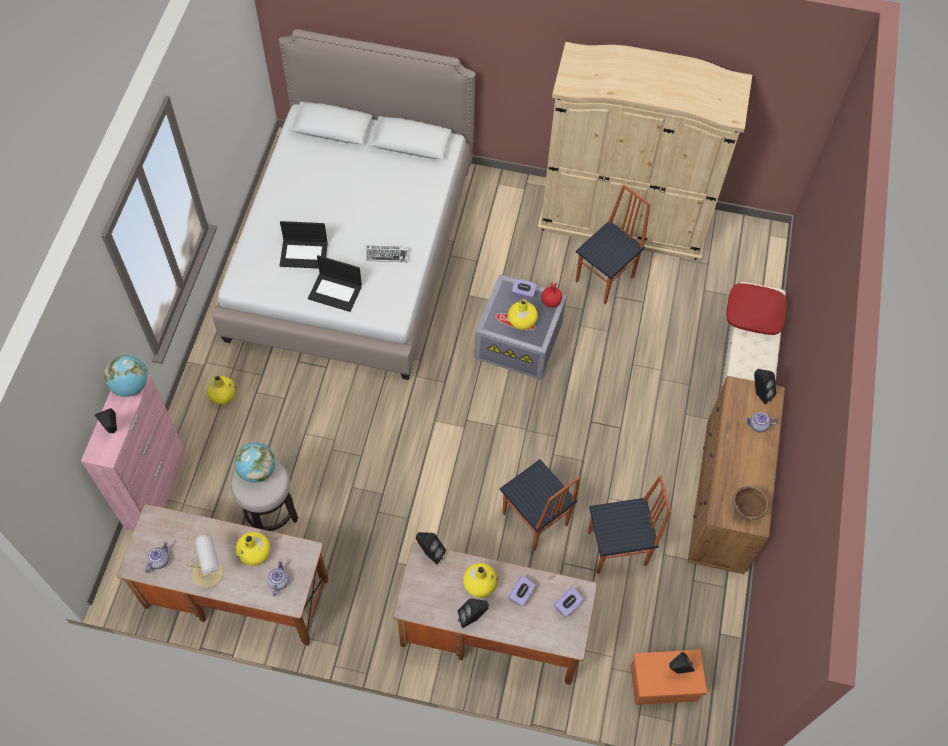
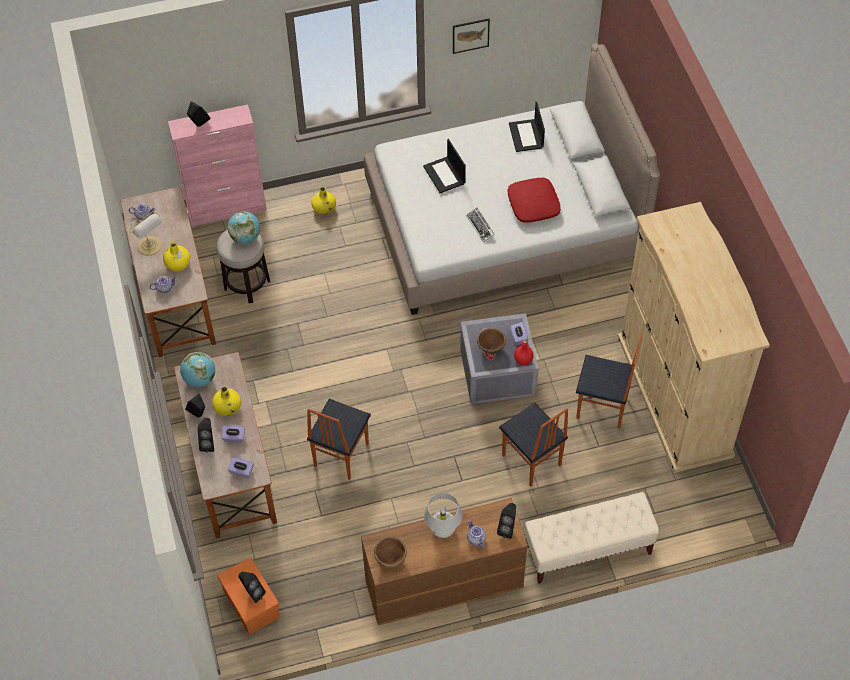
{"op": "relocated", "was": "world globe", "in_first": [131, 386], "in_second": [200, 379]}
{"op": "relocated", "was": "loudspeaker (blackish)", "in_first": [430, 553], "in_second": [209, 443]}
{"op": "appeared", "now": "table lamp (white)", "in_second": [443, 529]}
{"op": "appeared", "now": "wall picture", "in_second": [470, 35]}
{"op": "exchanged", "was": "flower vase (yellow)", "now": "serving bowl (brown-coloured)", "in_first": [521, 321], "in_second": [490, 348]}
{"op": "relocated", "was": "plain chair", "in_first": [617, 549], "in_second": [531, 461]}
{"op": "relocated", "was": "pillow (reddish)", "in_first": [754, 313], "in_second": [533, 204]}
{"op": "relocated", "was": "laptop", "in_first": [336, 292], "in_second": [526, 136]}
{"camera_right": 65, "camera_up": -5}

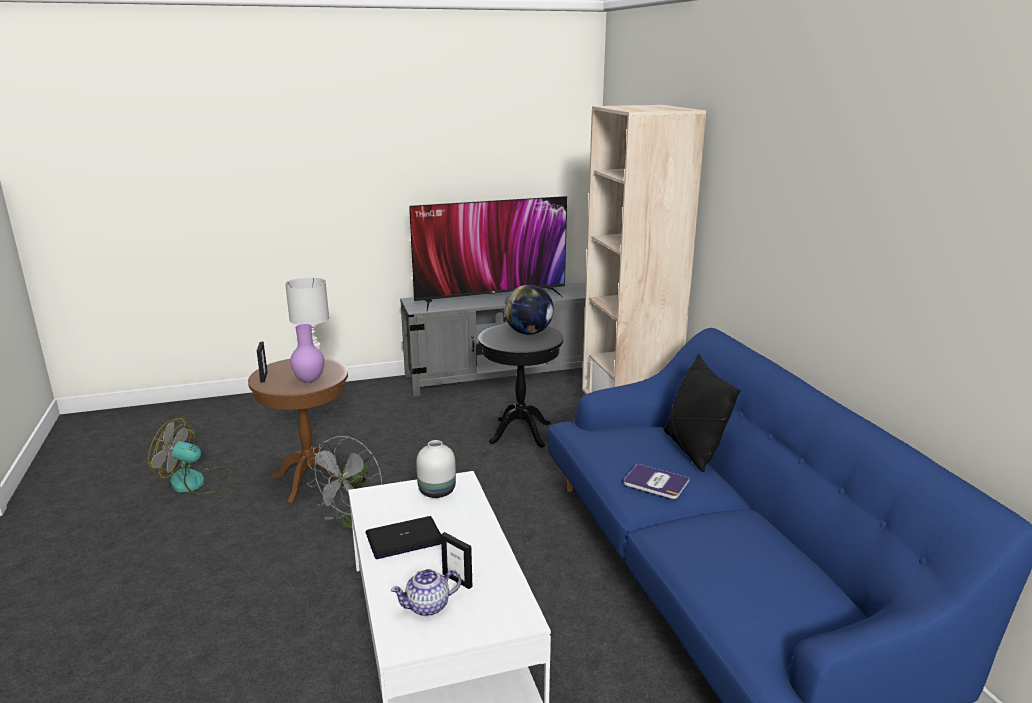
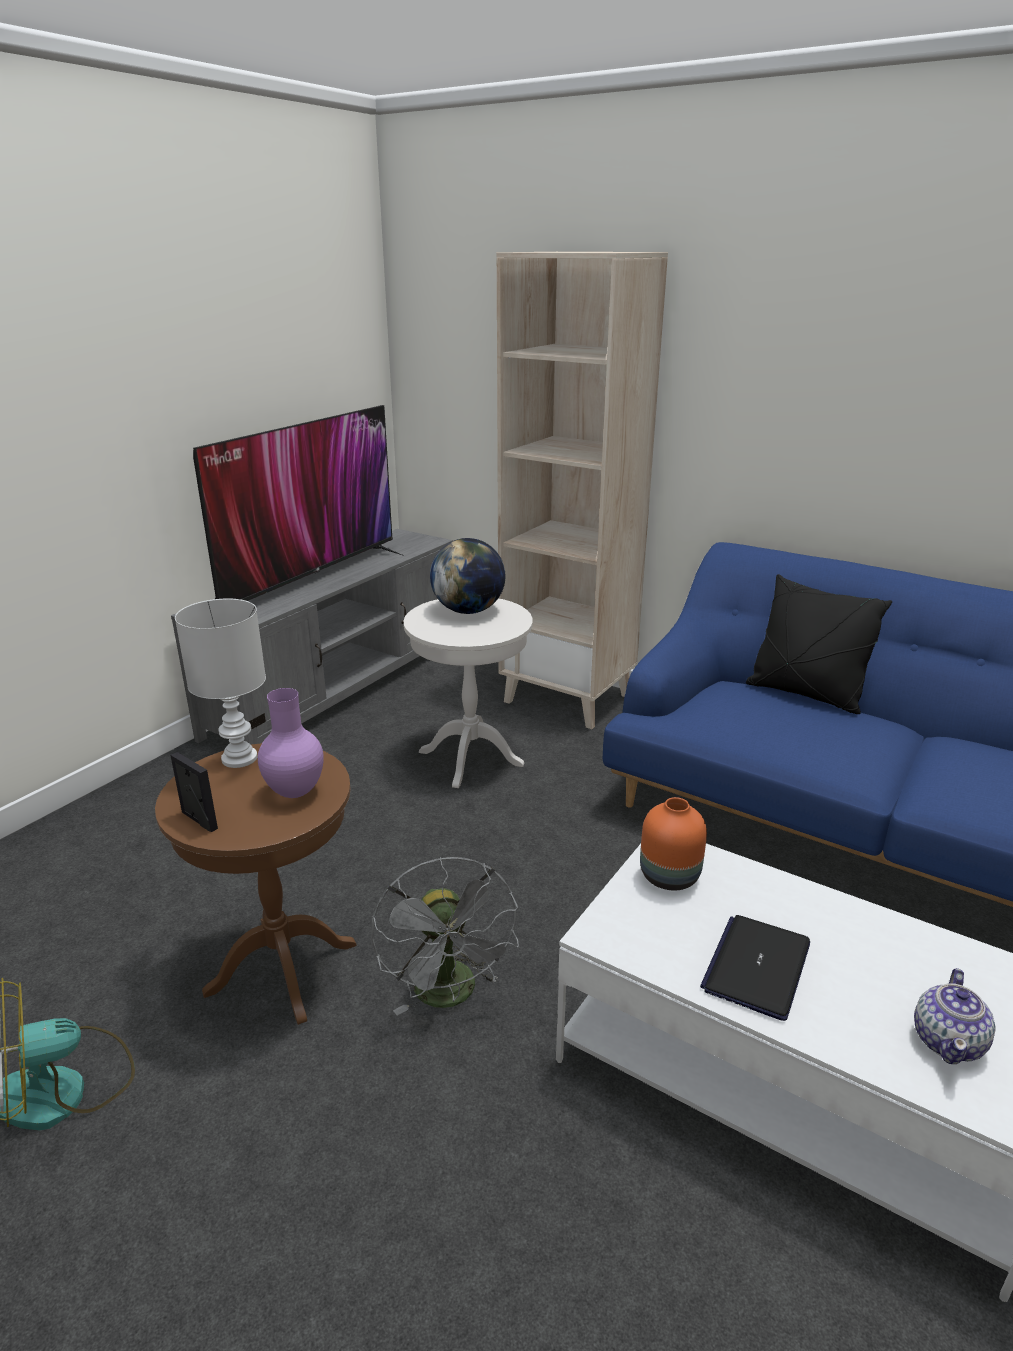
{"op": "colour", "was": "accent table (blackish)", "now": "accent table (white)", "in_first": [520, 433], "in_second": [471, 758]}
{"op": "colour", "was": "flower vase (white)", "now": "flower vase (orange)", "in_first": [438, 491], "in_second": [670, 875]}
{"op": "missing", "was": "picture frame", "in_first": [457, 580]}
{"op": "missing", "was": "book", "in_first": [655, 482]}
{"camera_right": -40, "camera_up": 5}

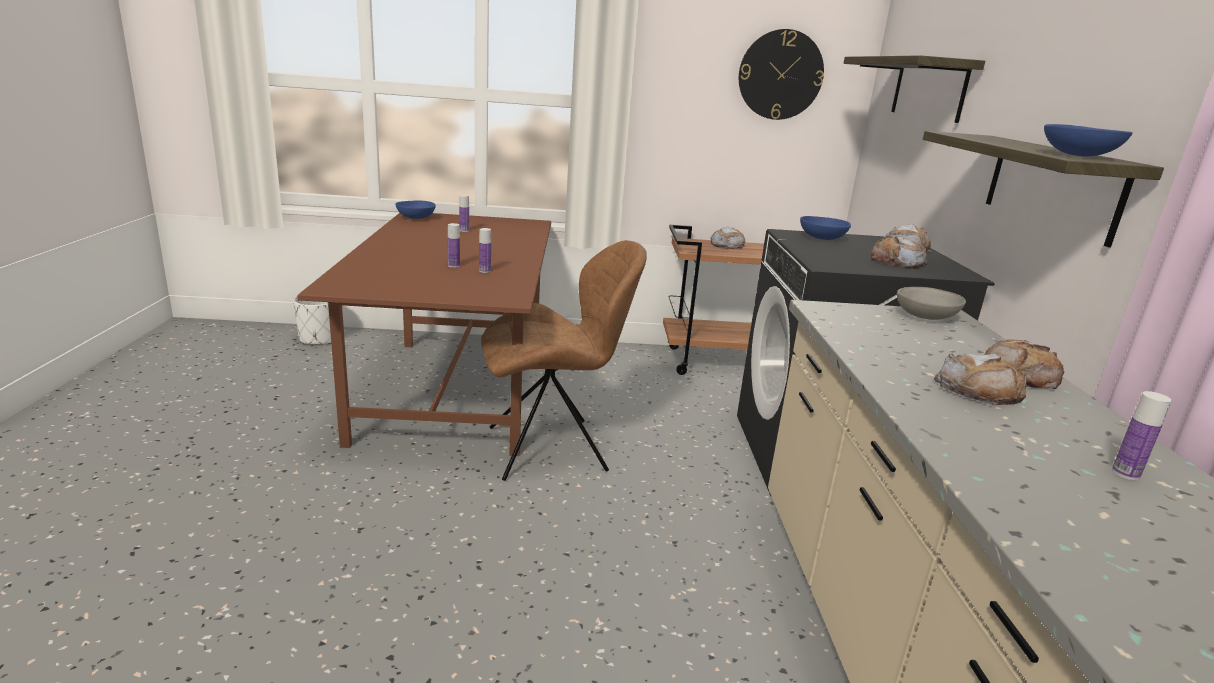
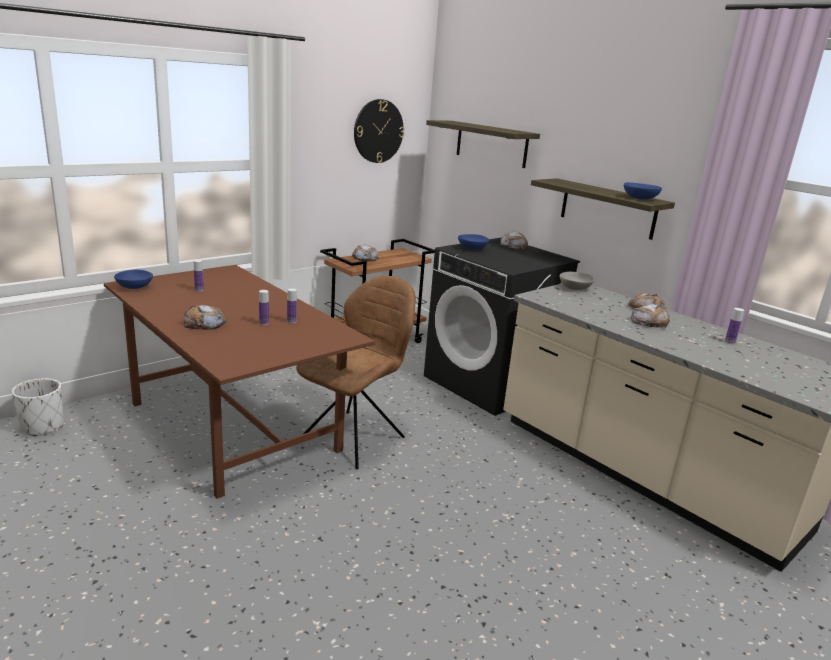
{"op": "relocated", "was": "baked bread", "in_first": [897, 262], "in_second": [204, 323]}
{"camera_right": -40, "camera_up": 0}

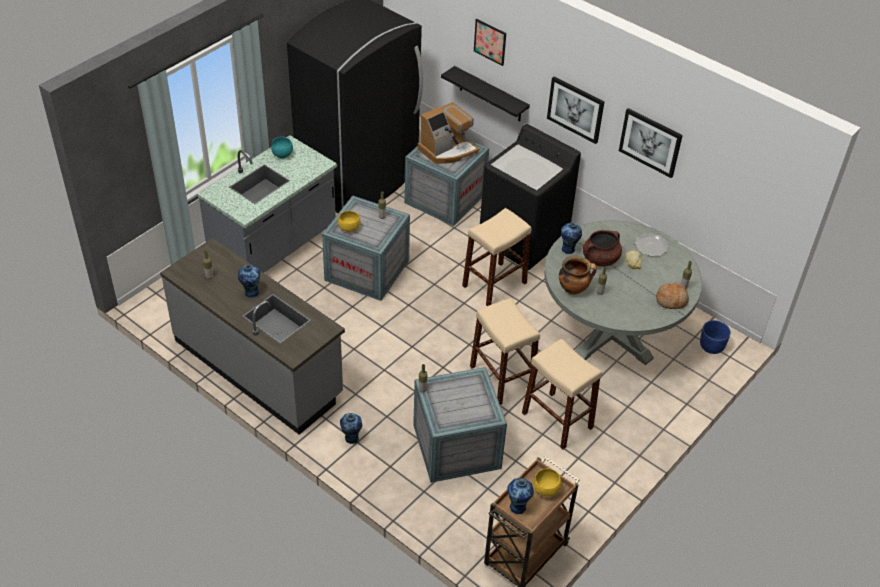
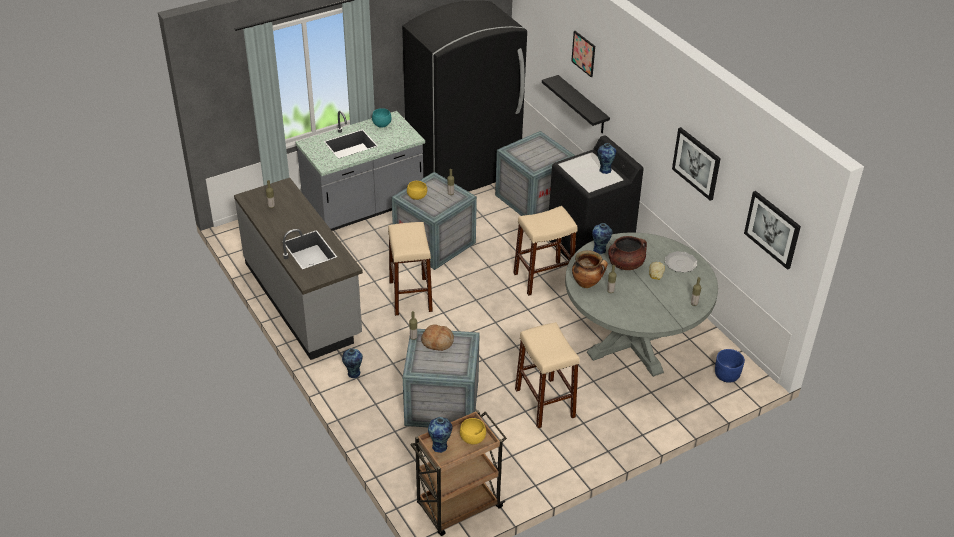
{"op": "relocated", "was": "stool seat (sand-coloured)", "in_first": [501, 378], "in_second": [410, 296]}
{"op": "relocated", "was": "baked bread", "in_first": [671, 300], "in_second": [437, 342]}
{"op": "relocated", "was": "flower vase", "in_first": [251, 292], "in_second": [604, 170]}
{"op": "relocated", "was": "wall picture", "in_first": [575, 109], "in_second": [772, 229]}
{"op": "missing", "was": "coffee maker", "in_first": [447, 150]}
{"camera_right": 20, "camera_up": -5}

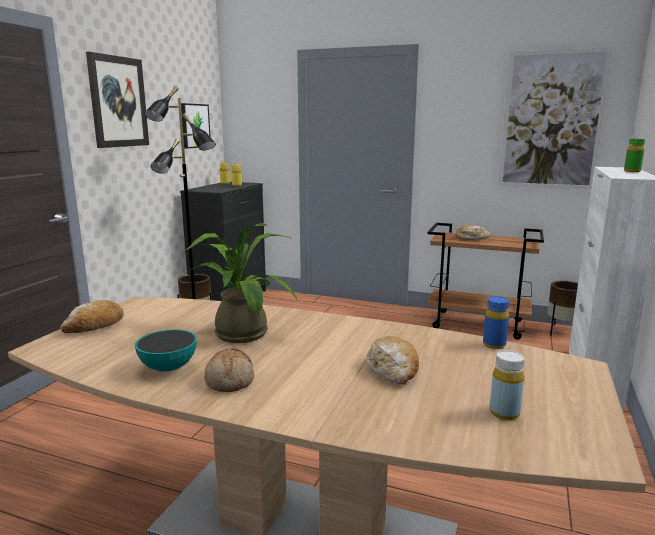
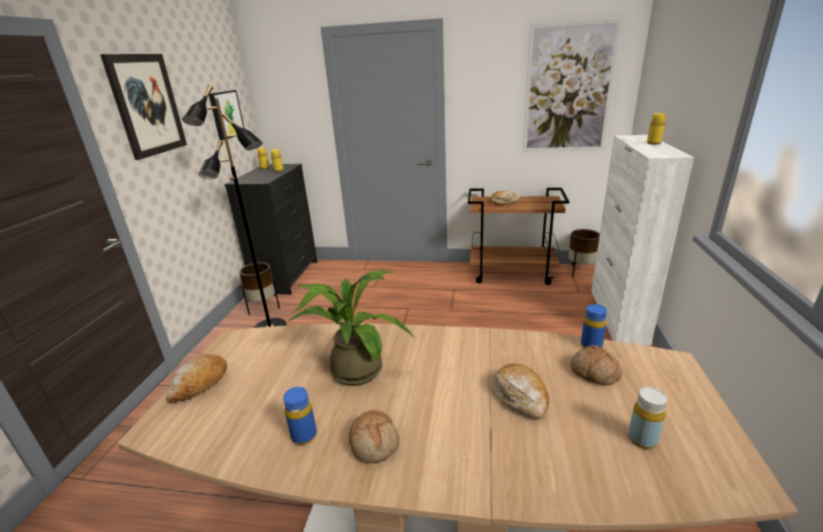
{"op": "exchanged", "was": "serving bowl", "now": "beverage bottle (blue)", "in_first": [168, 368], "in_second": [304, 436]}
{"op": "appeared", "now": "baked bread", "in_second": [594, 373]}
{"op": "colour", "was": "beverage bottle (green-coloured)", "now": "beverage bottle (yellow)", "in_first": [632, 171], "in_second": [653, 143]}
{"camera_right": -10, "camera_up": 10}

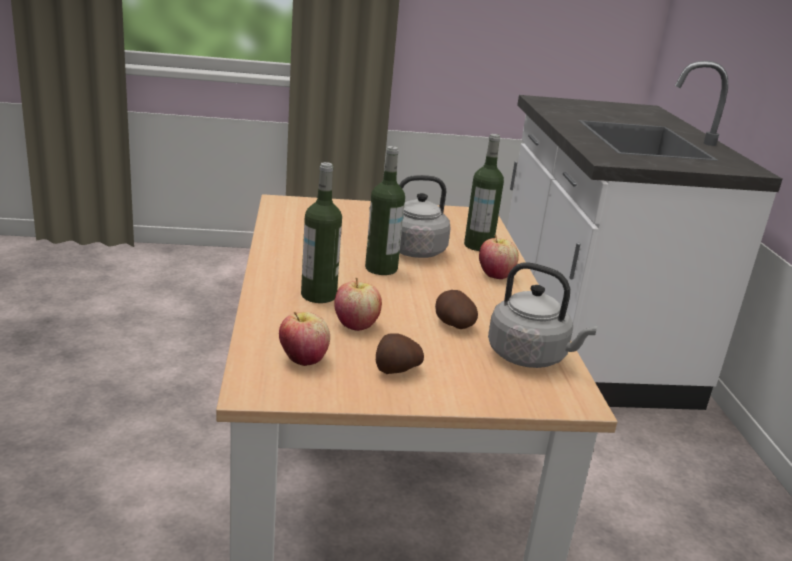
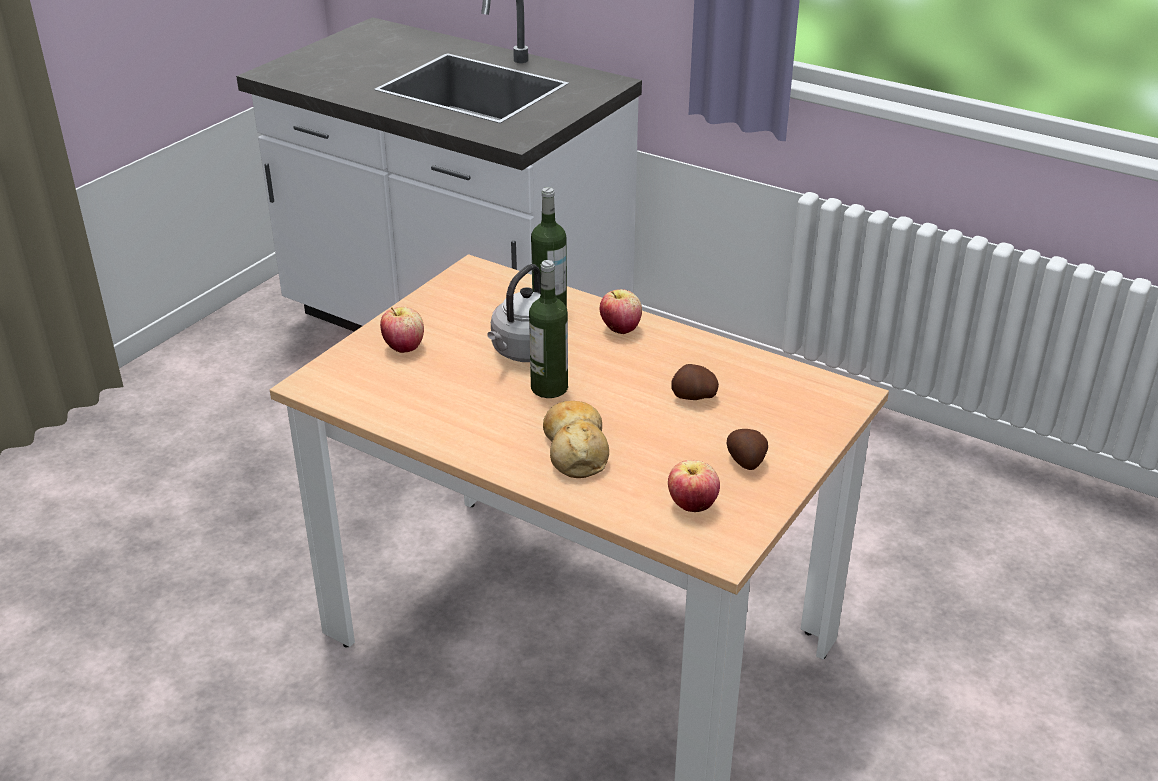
{"op": "relocated", "was": "apple", "in_first": [356, 325], "in_second": [403, 347]}
{"op": "exchanged", "was": "beverage bottle", "now": "baked bread", "in_first": [318, 295], "in_second": [575, 449]}
{"op": "missing", "was": "kettle (gray)", "in_first": [530, 357]}
{"camera_right": -50, "camera_up": 10}

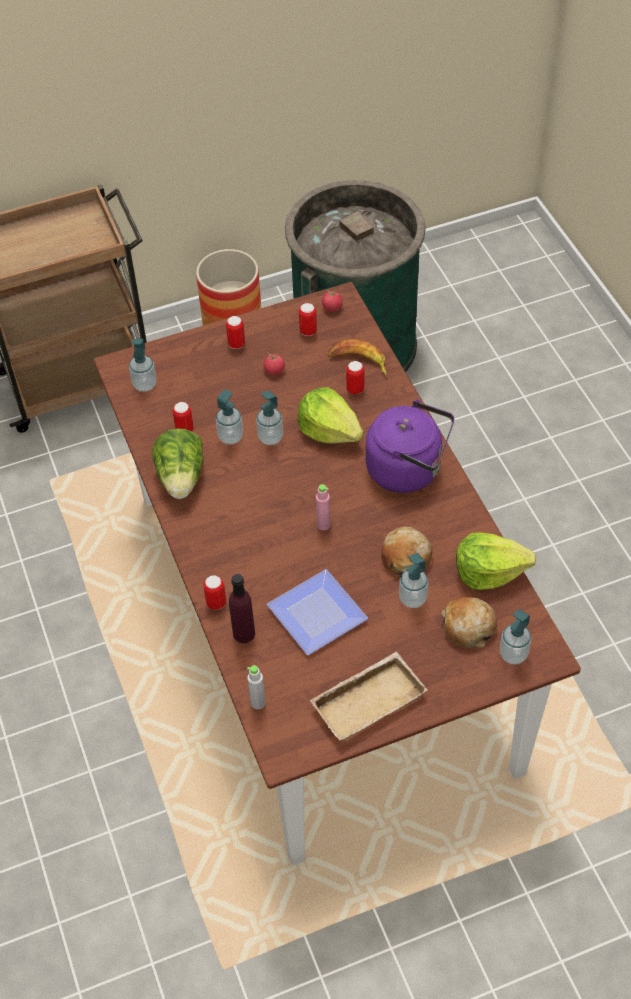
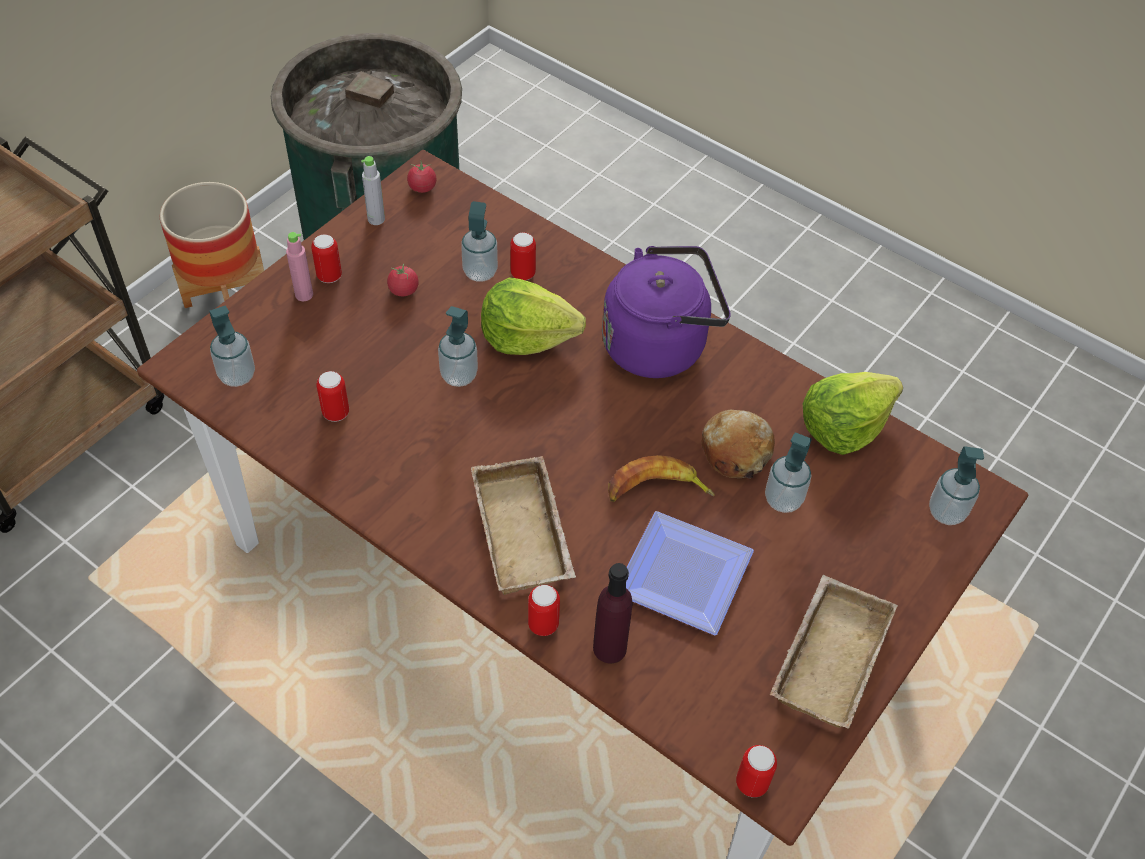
{"op": "relocated", "was": "beverage bottle (pinkish)", "in_first": [323, 525], "in_second": [304, 295]}
{"op": "relocated", "was": "beverage bottle (gray)", "in_first": [258, 703], "in_second": [376, 219]}
{"op": "relocated", "was": "soap dispenser", "in_first": [230, 437], "in_second": [480, 272]}
{"op": "appeared", "now": "serving tray (sand-coloured)", "in_second": [526, 532]}
{"op": "relocated", "was": "banana fruit", "in_first": [358, 361], "in_second": [656, 490]}
{"op": "relocated", "was": "metal can", "in_first": [308, 331], "in_second": [751, 783]}
{"op": "missing", "was": "lettuce head", "in_first": [181, 478]}
{"op": "missing", "was": "baked bread", "in_first": [468, 627]}
{"camera_right": -35, "camera_up": 0}

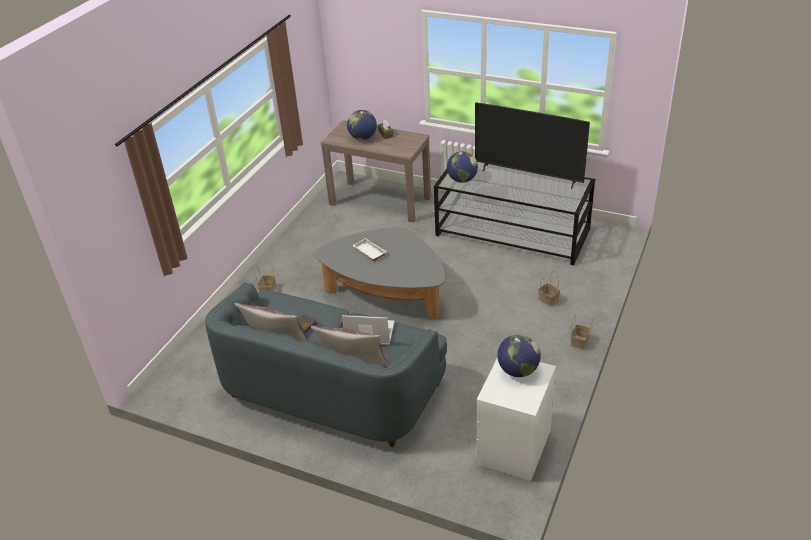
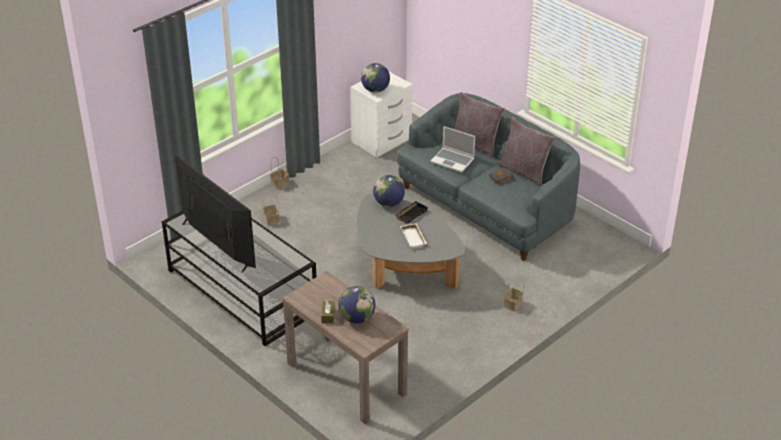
{"op": "relocated", "was": "world globe", "in_first": [462, 180], "in_second": [389, 203]}
{"op": "appeared", "now": "serving tray (blackish)", "in_second": [411, 214]}
{"camera_right": -160, "camera_up": 0}

